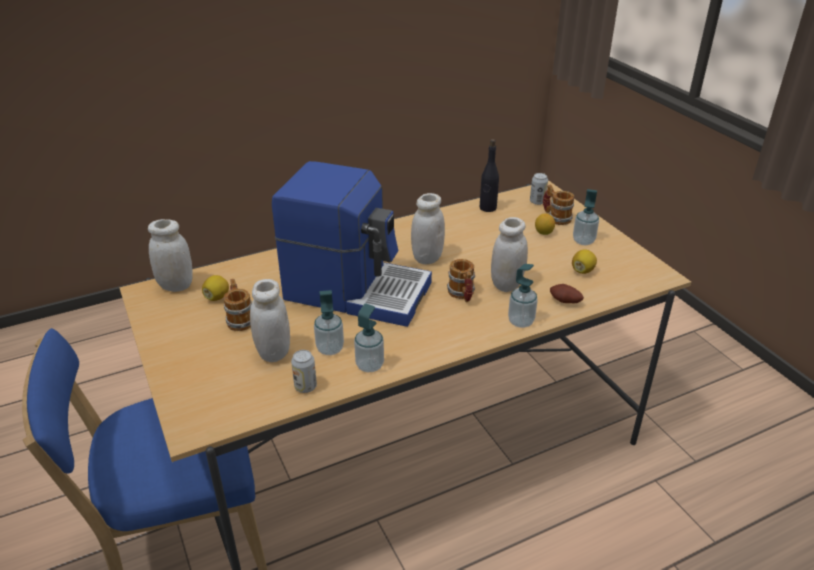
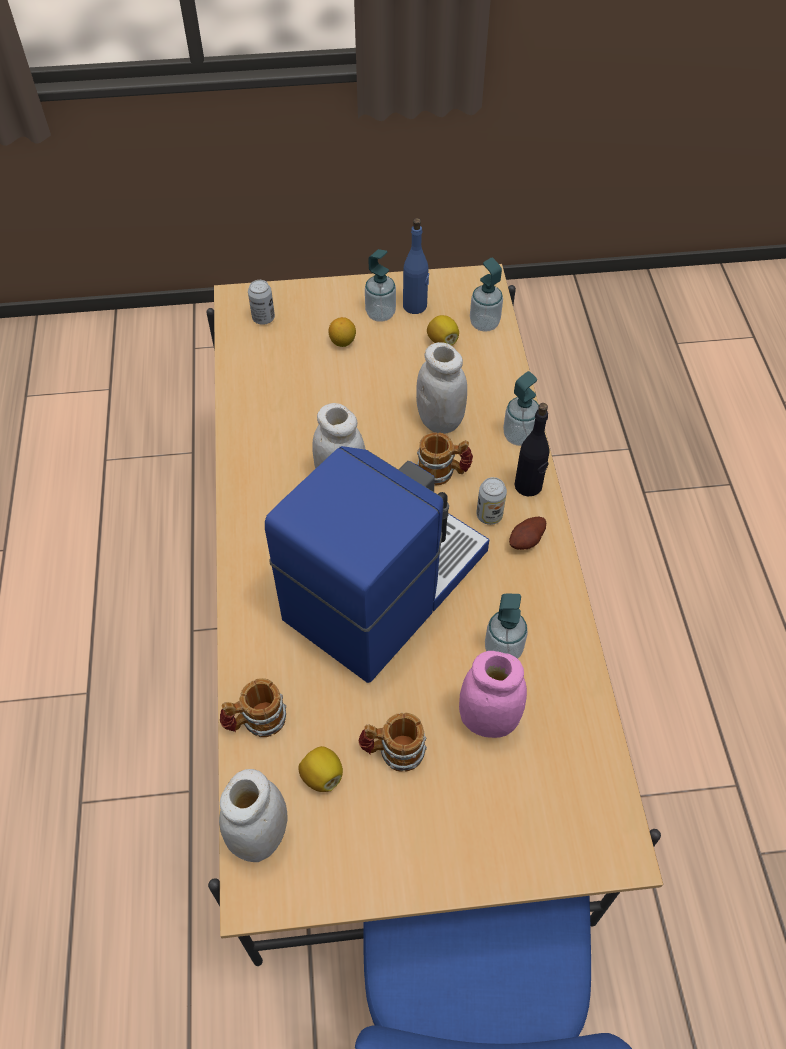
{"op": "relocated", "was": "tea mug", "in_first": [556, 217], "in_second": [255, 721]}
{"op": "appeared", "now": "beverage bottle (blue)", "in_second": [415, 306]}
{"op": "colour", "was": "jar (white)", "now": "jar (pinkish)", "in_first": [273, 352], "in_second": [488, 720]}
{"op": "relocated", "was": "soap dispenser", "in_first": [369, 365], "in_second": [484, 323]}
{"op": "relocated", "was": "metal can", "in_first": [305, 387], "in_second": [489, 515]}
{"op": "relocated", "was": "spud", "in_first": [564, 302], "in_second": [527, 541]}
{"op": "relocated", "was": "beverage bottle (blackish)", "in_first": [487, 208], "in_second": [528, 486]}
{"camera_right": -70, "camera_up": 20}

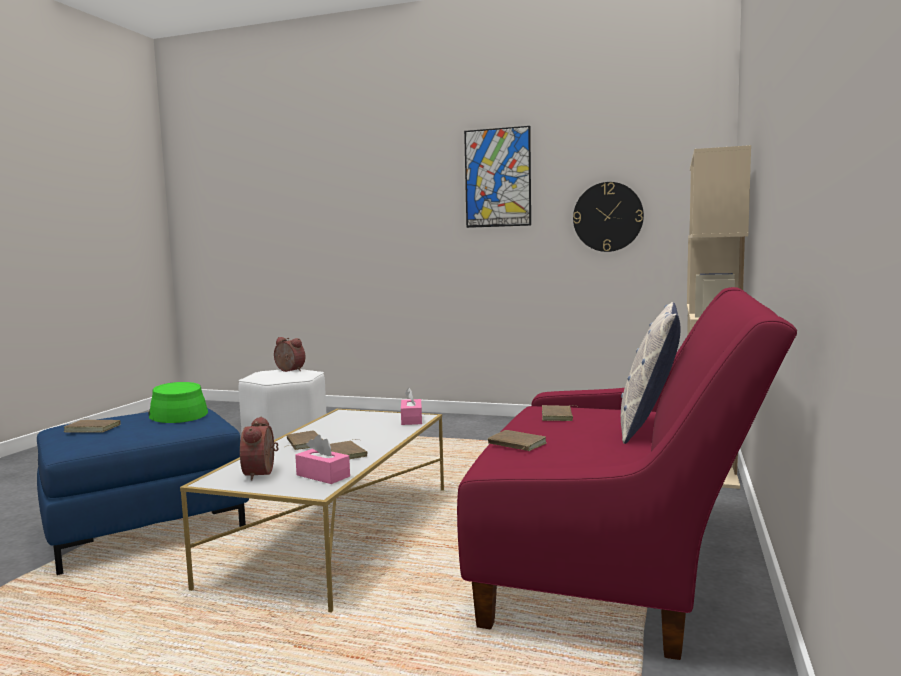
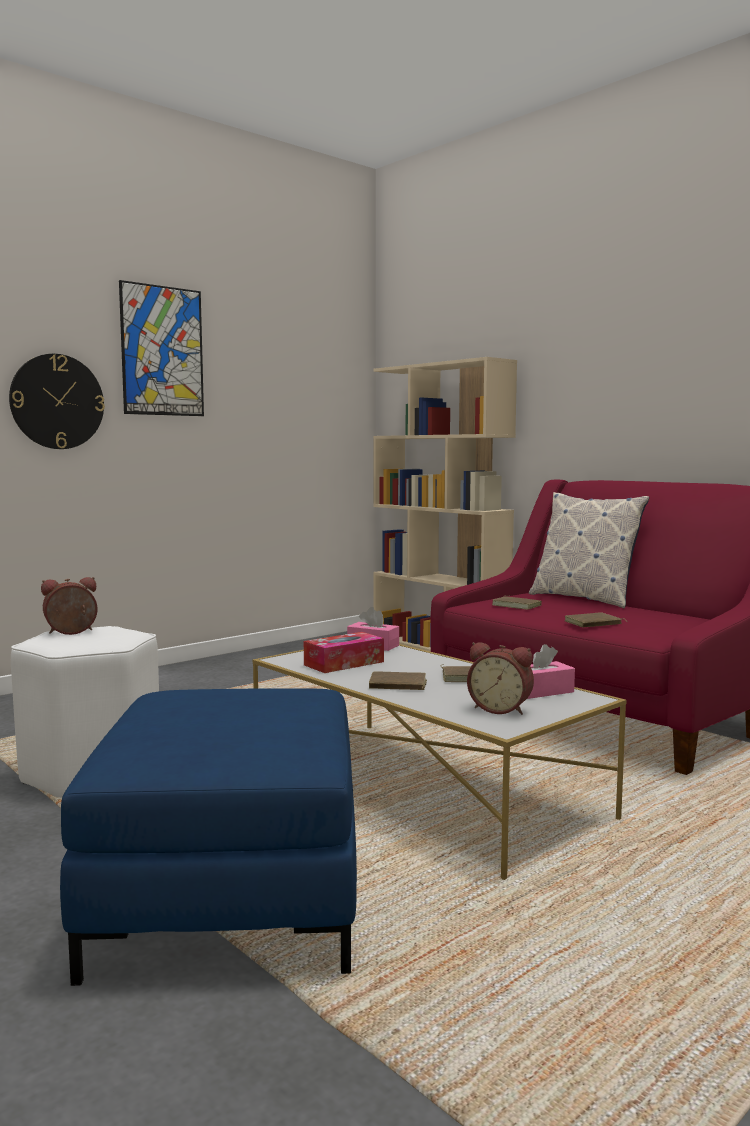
{"op": "relocated", "was": "wall clock", "in_first": [608, 217], "in_second": [57, 401]}
{"op": "appeared", "now": "tissue box", "in_second": [344, 663]}
{"op": "missing", "was": "book (brown-coloured)", "in_first": [93, 428]}
{"op": "missing", "was": "clothing hat (green-coloured)", "in_first": [177, 413]}
{"camera_right": -60, "camera_up": 0}

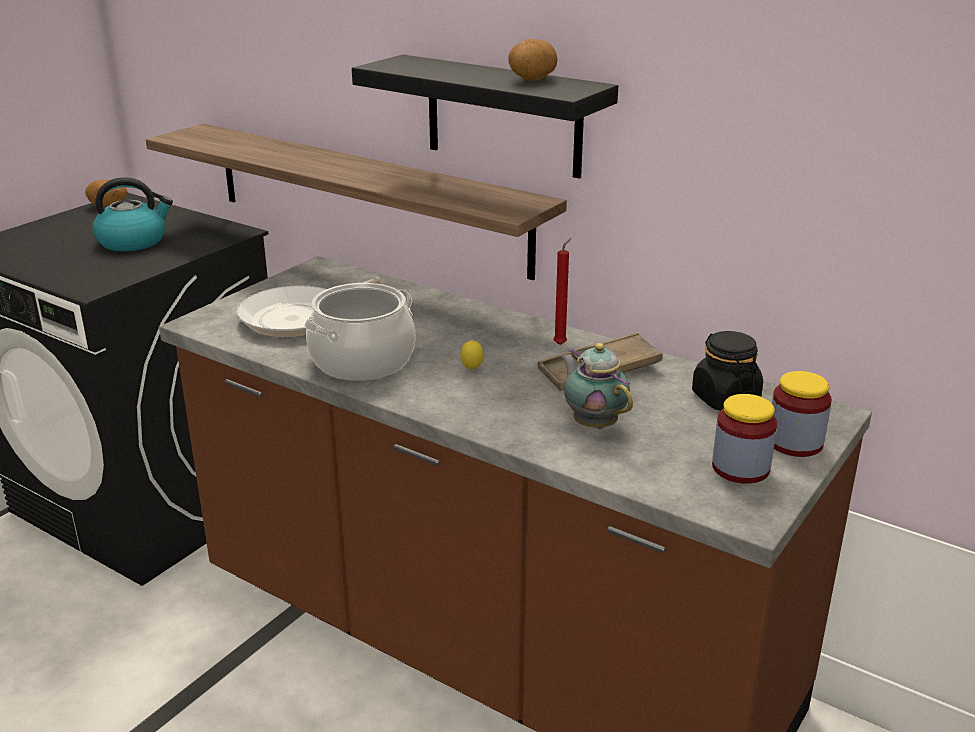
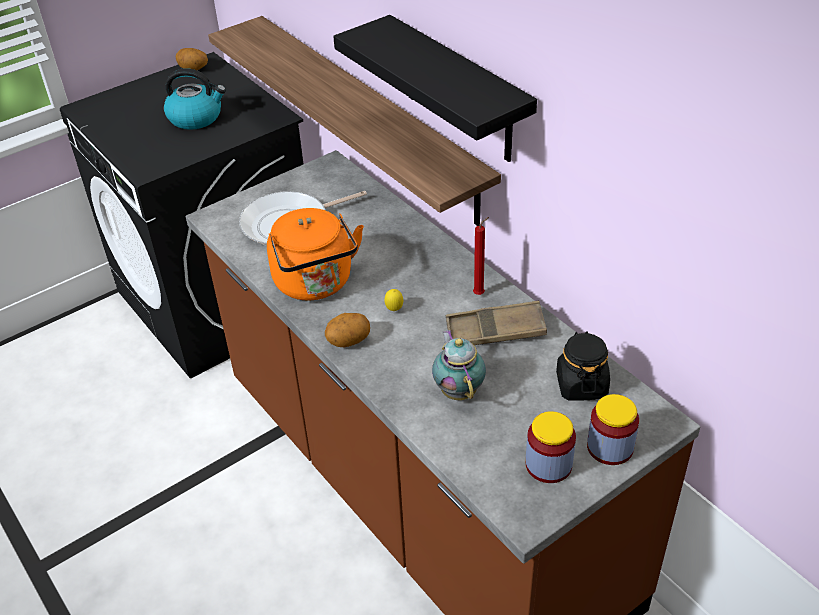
{"op": "exchanged", "was": "cooking pot", "now": "kettle (orange)", "in_first": [362, 361], "in_second": [316, 284]}
{"op": "relocated", "was": "spud", "in_first": [532, 80], "in_second": [348, 341]}
{"camera_right": 20, "camera_up": 15}

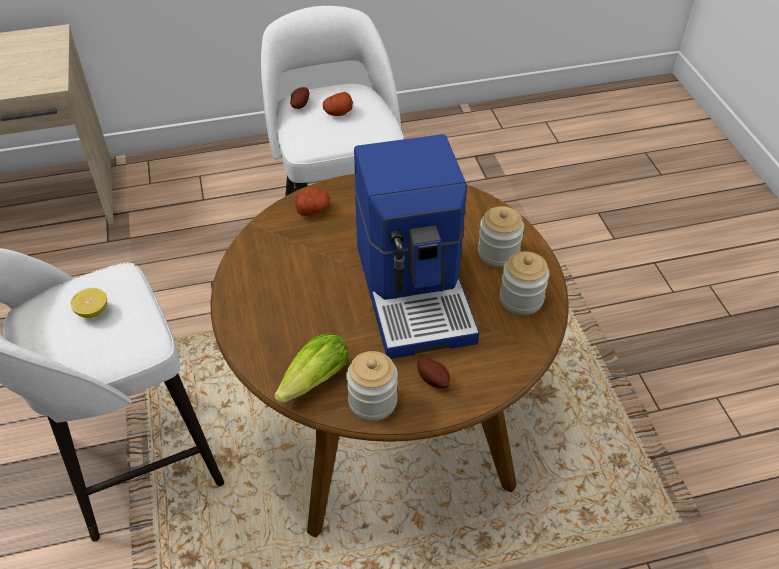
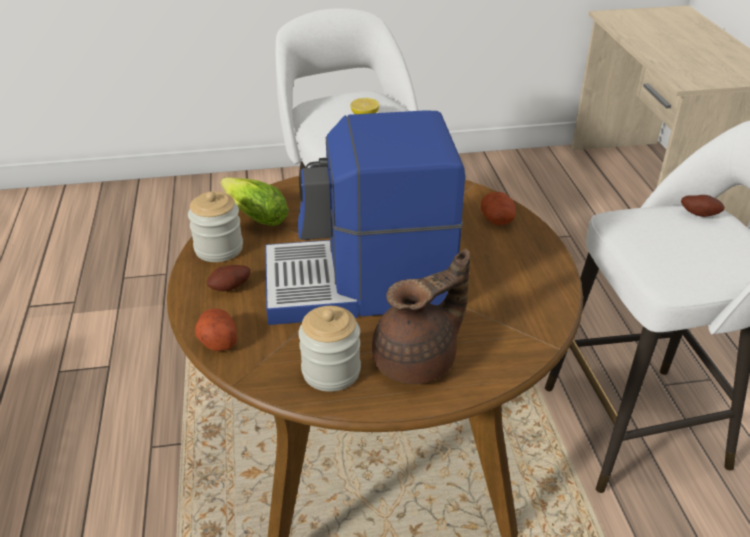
{"op": "relocated", "was": "spud", "in_first": [338, 113], "in_second": [217, 340]}
{"op": "exchanged", "was": "jar", "now": "pot for tea (brown-coloured)", "in_first": [498, 253], "in_second": [418, 361]}
{"camera_right": 95, "camera_up": -10}

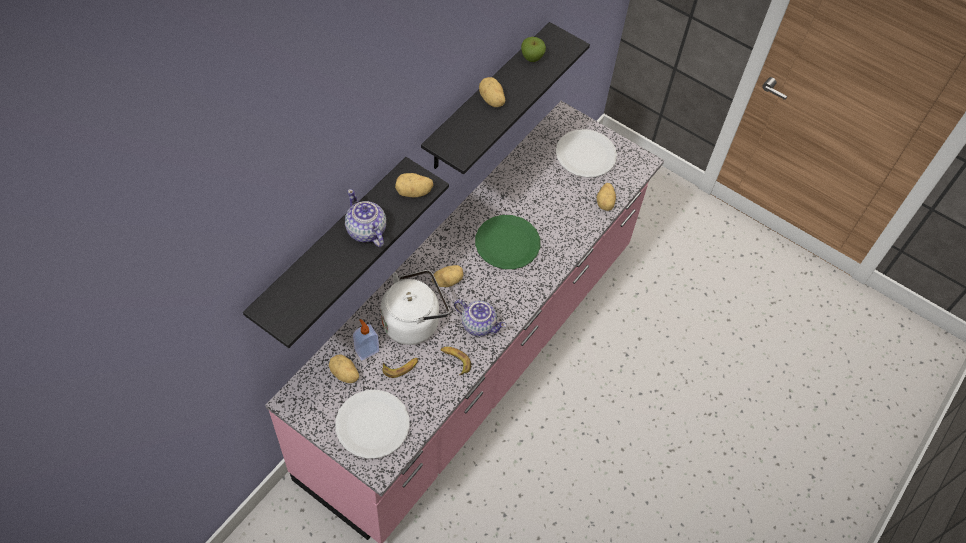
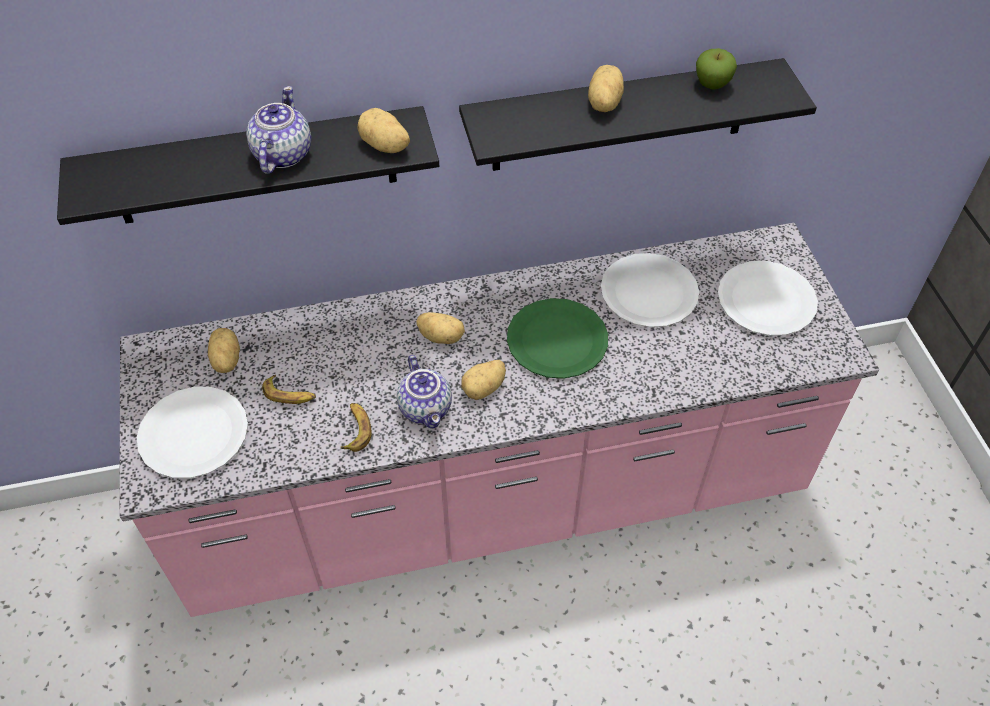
{"op": "relocated", "was": "spud", "in_first": [605, 203], "in_second": [484, 389]}
{"op": "appeared", "now": "flat dish (white)", "in_second": [649, 292]}
{"op": "missing", "was": "soap dispenser", "in_first": [366, 350]}
{"op": "missing", "was": "kettle (white)", "in_first": [414, 321]}
{"camera_right": 45, "camera_up": -5}

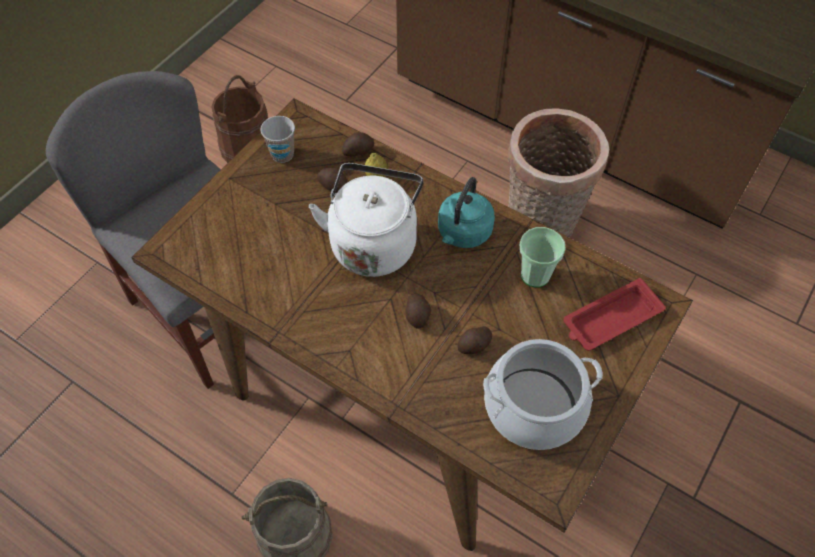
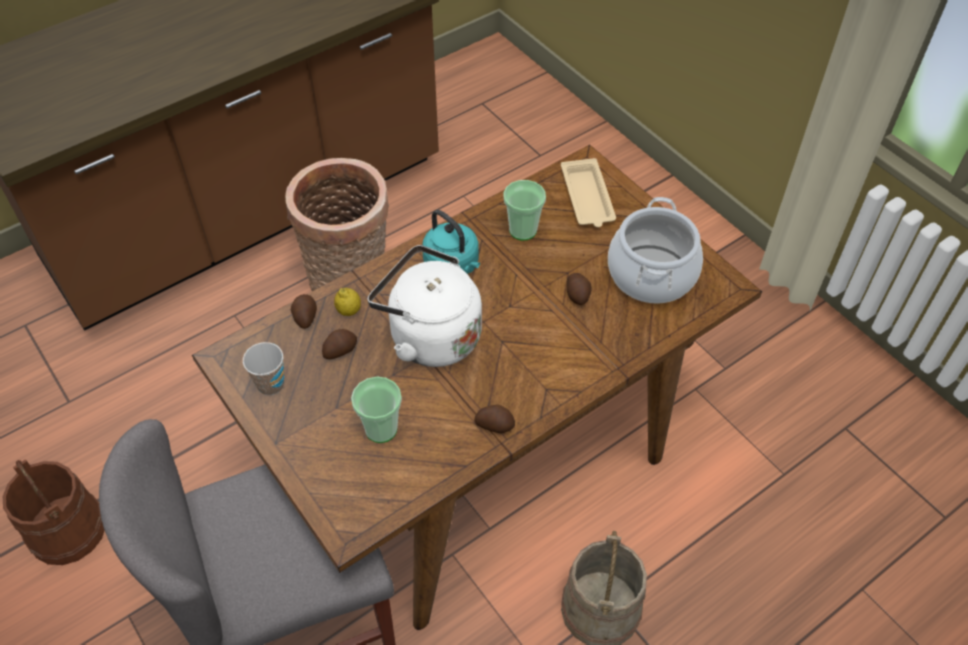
{"op": "appeared", "now": "cup", "in_second": [381, 429]}
{"op": "relocated", "was": "spud", "in_first": [417, 315], "in_second": [494, 424]}
{"op": "colour", "was": "serving tray (reddish)", "now": "serving tray (sand-coloured)", "in_first": [610, 319], "in_second": [587, 198]}
{"camera_right": -70, "camera_up": -5}

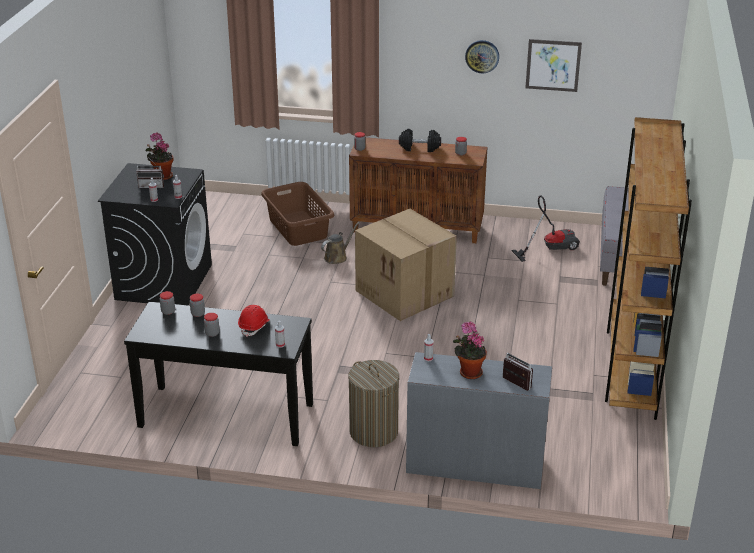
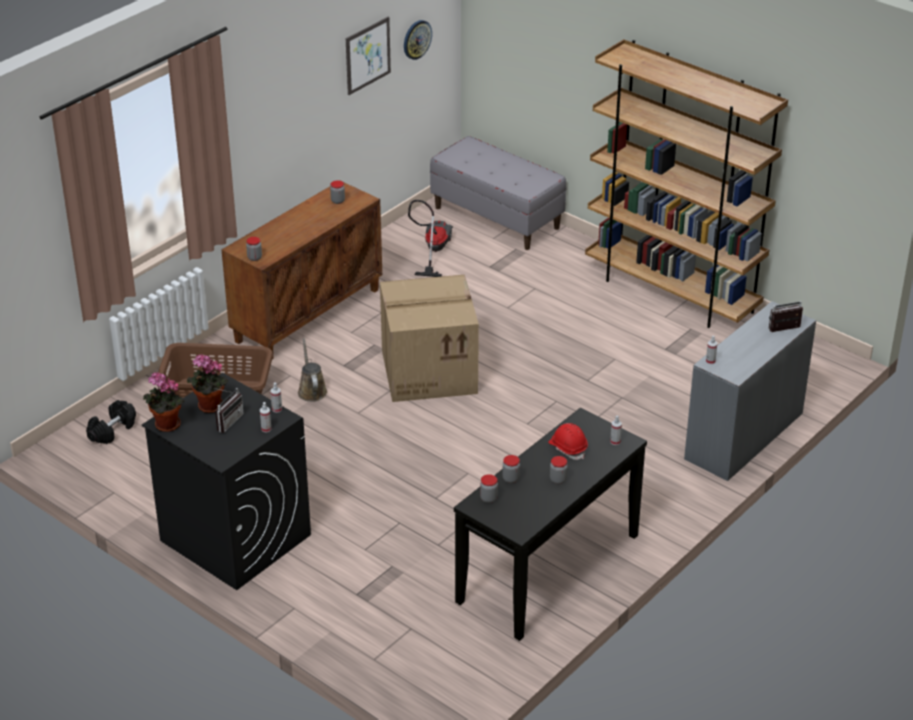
{"op": "relocated", "was": "free weight (blackish)", "in_first": [419, 148], "in_second": [112, 431]}
{"op": "relocated", "was": "potted plant", "in_first": [468, 372], "in_second": [165, 425]}
{"op": "relocated", "was": "wall clock", "in_first": [482, 56], "in_second": [416, 39]}
{"op": "missing", "was": "washing basket", "in_first": [374, 432]}
{"camera_right": -60, "camera_up": 5}

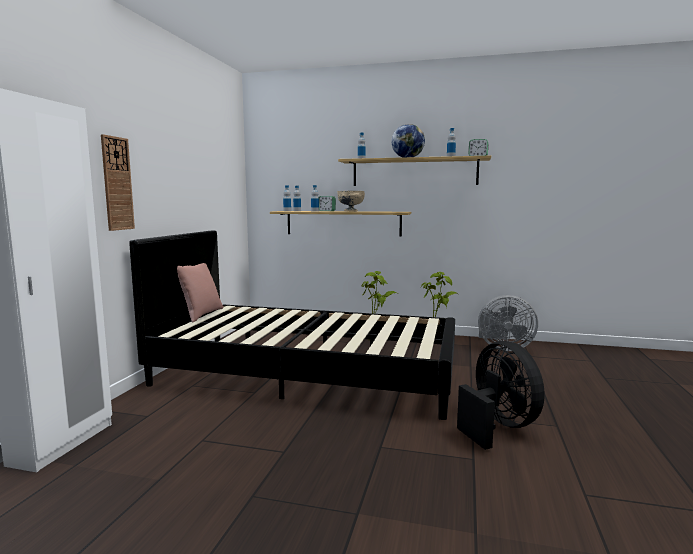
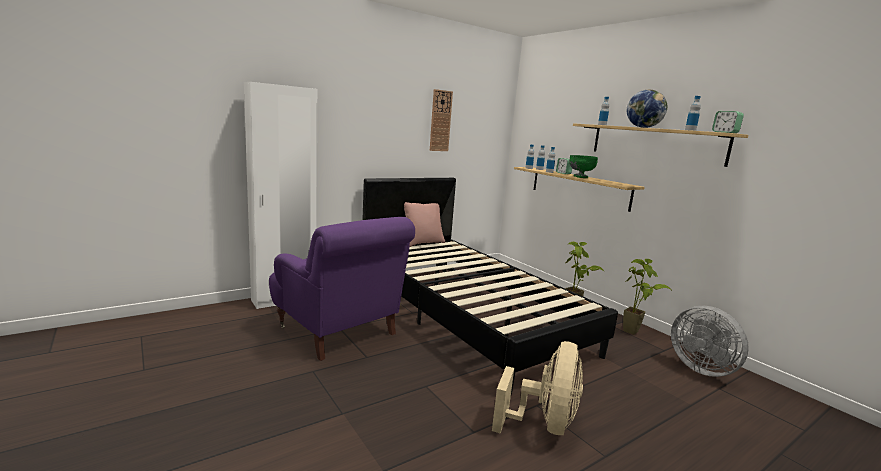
{"op": "appeared", "now": "armchair (purple-coloured)", "in_second": [338, 331]}
{"op": "relocated", "was": "wall clock", "in_first": [117, 184], "in_second": [440, 121]}
{"op": "colour", "was": "electric fan (blackish)", "now": "electric fan (sand-coloured)", "in_first": [498, 426], "in_second": [543, 424]}
{"op": "colour", "was": "serving bowl (sand-coloured)", "now": "serving bowl (green-coloured)", "in_first": [350, 211], "in_second": [580, 177]}
{"camera_right": 40, "camera_up": 5}

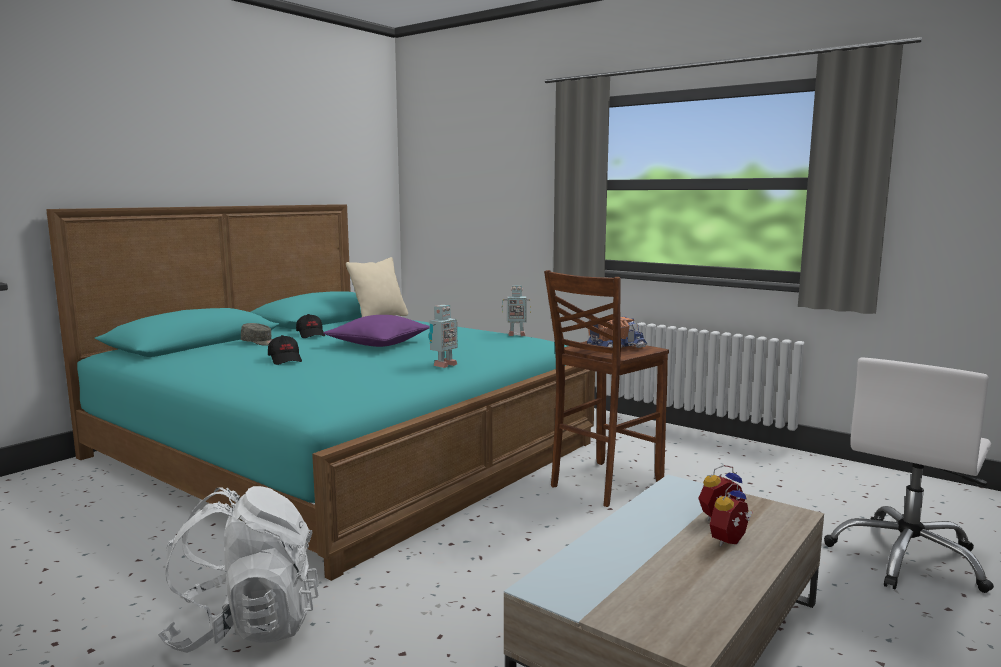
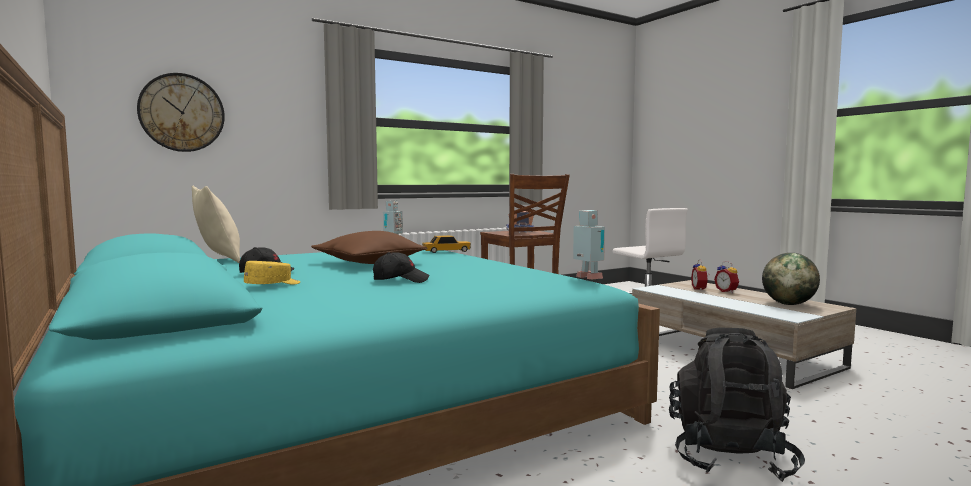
{"op": "appeared", "now": "wall clock", "in_second": [182, 113]}
{"op": "colour", "was": "peaked cap (gray)", "now": "peaked cap (yellow)", "in_first": [259, 342], "in_second": [273, 285]}
{"op": "colour", "was": "pillow (purple-coloured)", "now": "pillow (brown-coloured)", "in_first": [378, 344], "in_second": [369, 263]}
{"op": "appeared", "now": "toy car", "in_second": [446, 251]}
{"op": "relocated", "was": "model robot", "in_first": [443, 365], "in_second": [588, 278]}
{"op": "colour", "was": "backpack (white)", "now": "backpack (blackish)", "in_first": [246, 627], "in_second": [729, 457]}
{"op": "appeared", "now": "world globe", "in_second": [788, 304]}
{"camera_right": -70, "camera_up": -5}

